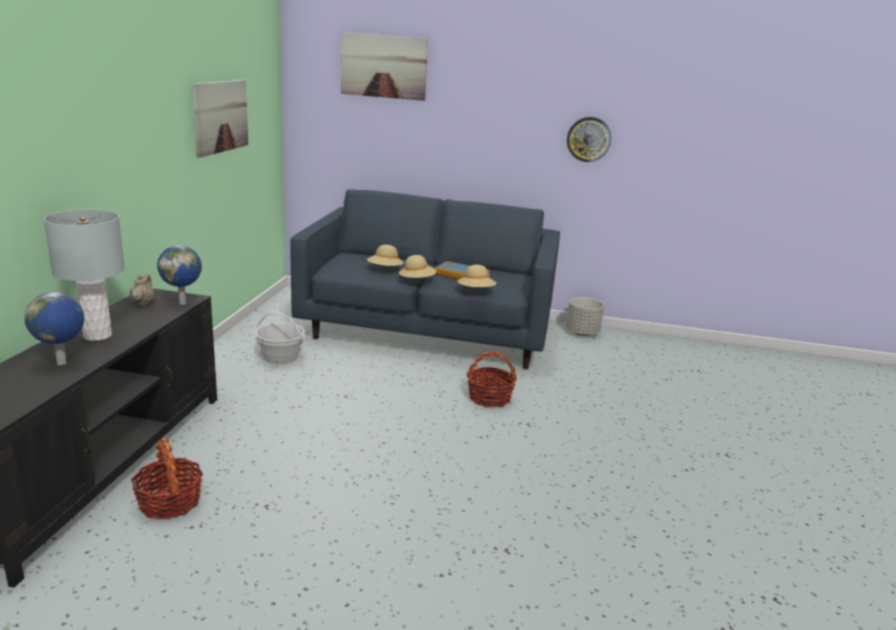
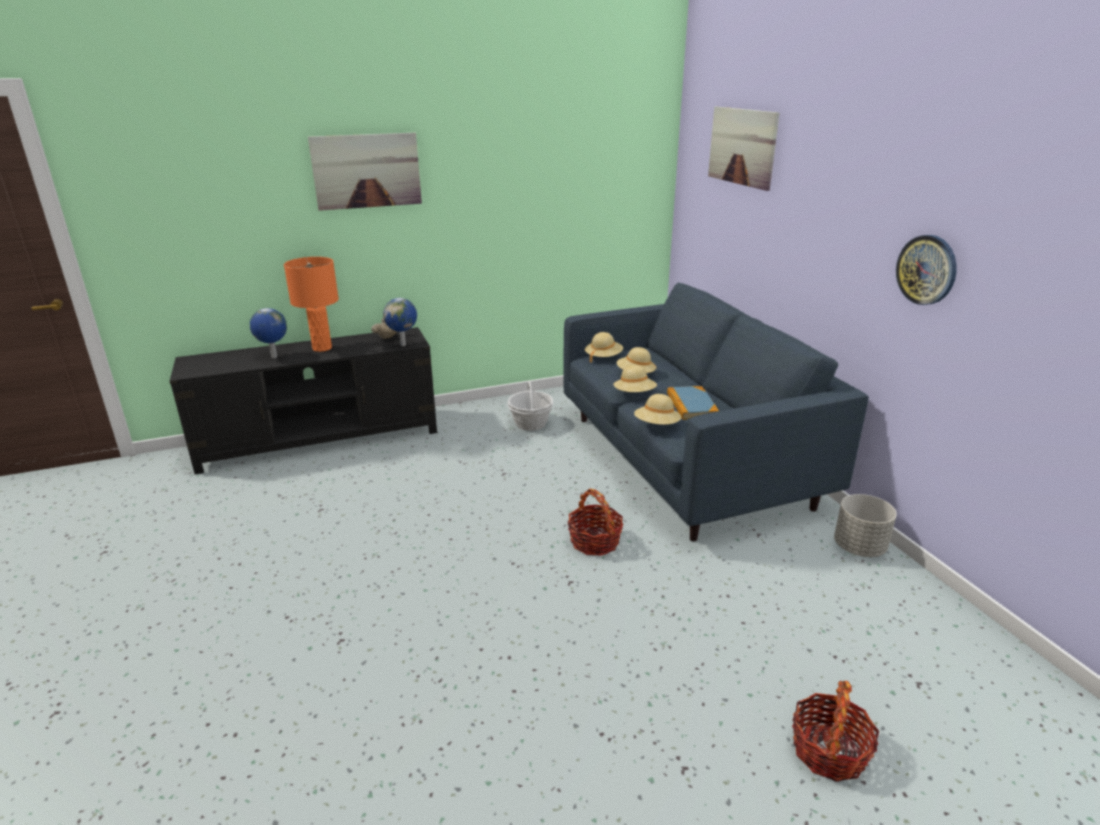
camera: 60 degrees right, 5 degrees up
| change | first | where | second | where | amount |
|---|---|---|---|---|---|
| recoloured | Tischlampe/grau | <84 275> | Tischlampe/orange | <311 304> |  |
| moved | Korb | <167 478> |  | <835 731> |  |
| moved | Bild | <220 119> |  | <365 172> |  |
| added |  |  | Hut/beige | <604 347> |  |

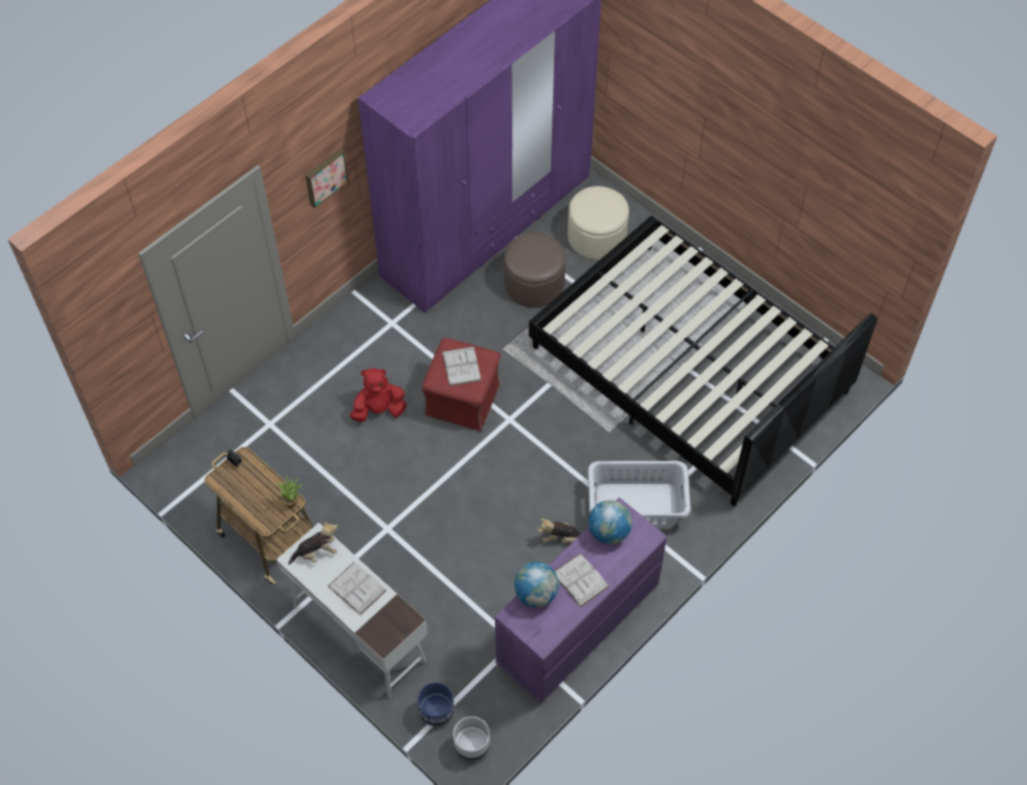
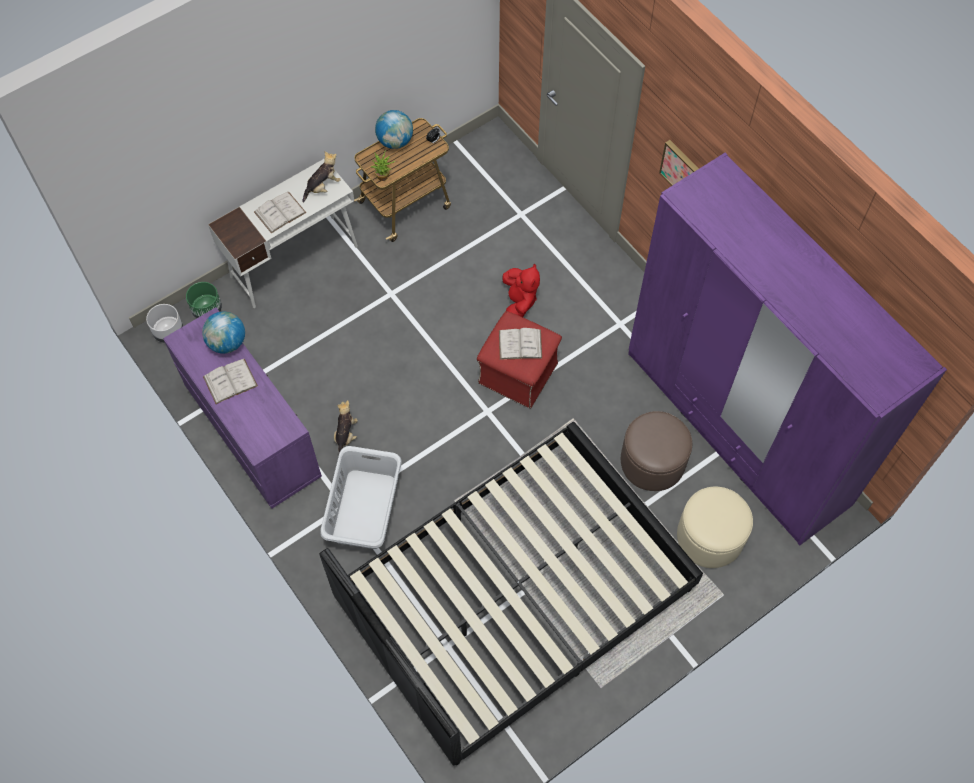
camera: 100 degrees right, 5 degrees up
| change | first | where | second | where | amount |
|---|---|---|---|---|---|
| turned | Plüschtier | <313 543> |  | <322 177> | 120 degrees counterclockwise |
| recoloured | Pflanzkübel/blau | <435 704> | Pflanzkübel/grün | <204 300> |  |
| moved | Globus | <610 522> |  | <394 129> |  |

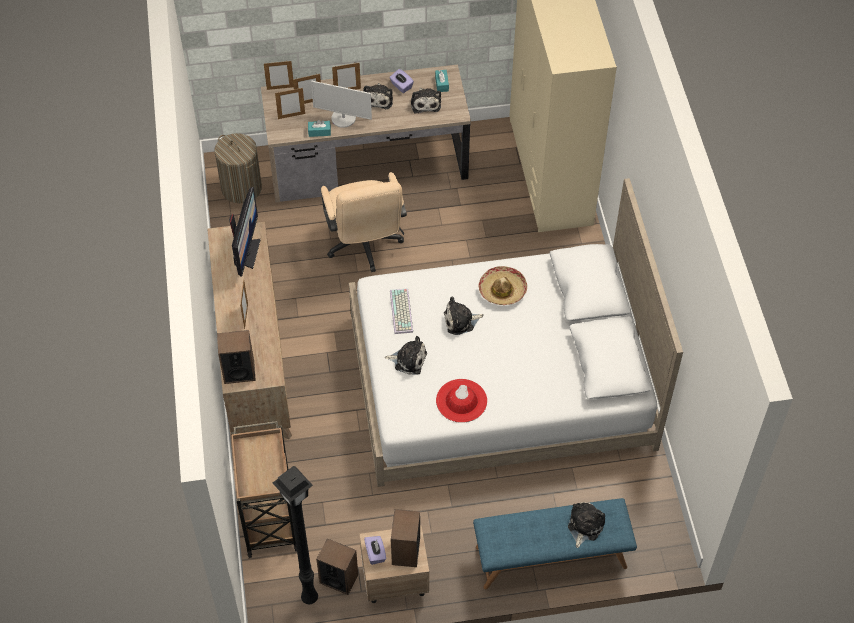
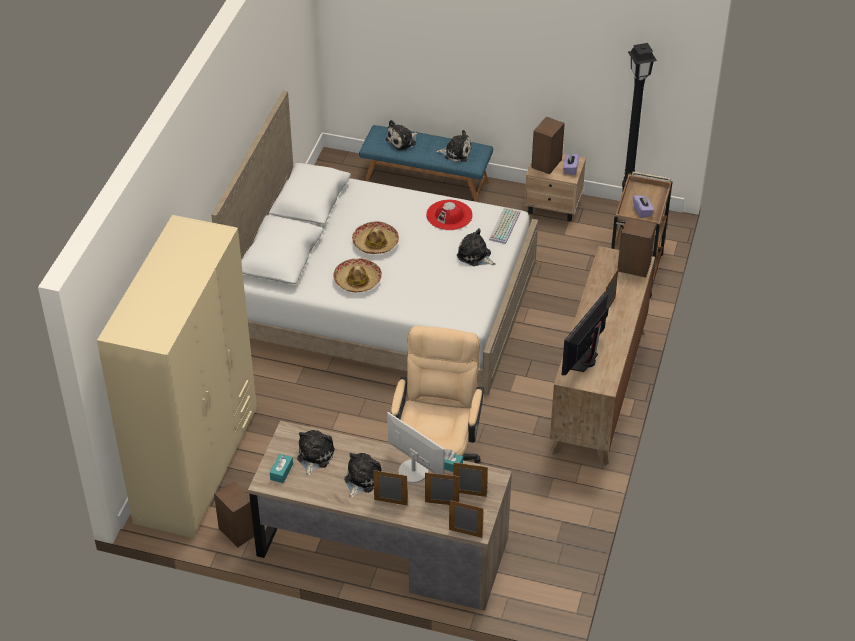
camera: 155 degrees left, 10 degrees down
| change | first | where | second | where | amount |
|---|---|---|---|---|---|
| removed | Wäschekorb | <238 168> |  |  |  |
| moved | Lautsprecher | <337 566> |  | <234 514> |  |
| moved | Taschentuchbox/lila | <401 81> |  | <643 206> |  |
| moved | Tastatur | <401 311> |  | <505 225> |  |
| moved | Plüschtier | <464 315> |  | <453 146> |  |
| added |  |  | Hut | <375 237> |  |

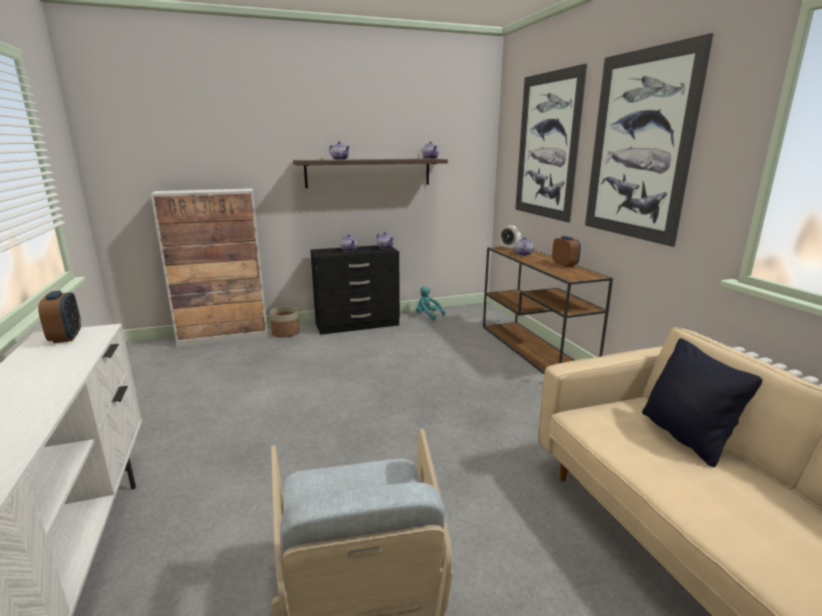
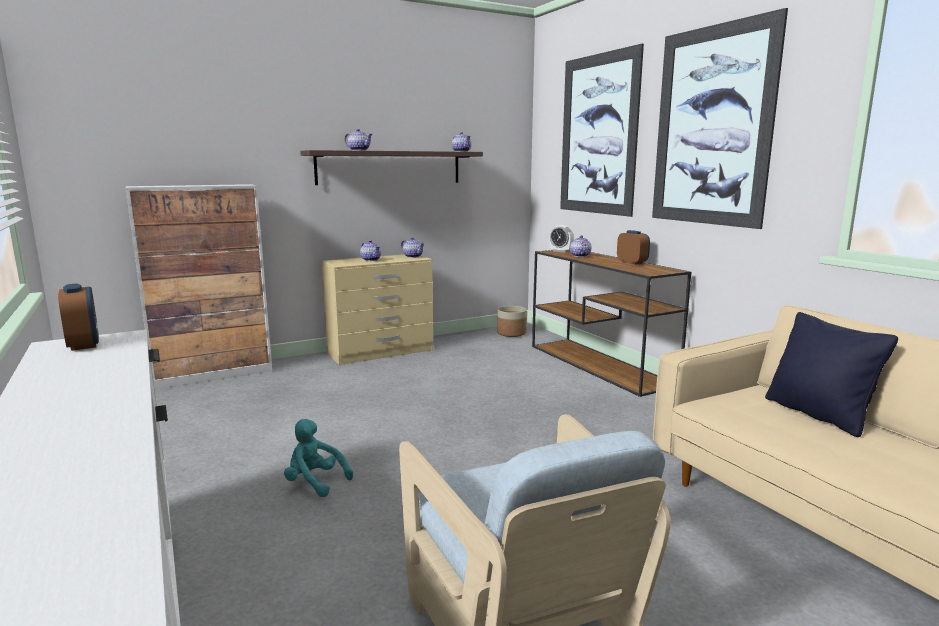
camera: 10 degrees left, 5 degrees down
| change | first | where | second | where | amount |
|---|---|---|---|---|---|
| moved | Pflanzkübel | <285 322> |  | <512 321> |  |
| recoloured | Kommode/schwarz | <355 290> | Kommode/beige | <377 309> |  |
| moved | Plüschtier/türkis | <430 303> |  | <318 458> |  |

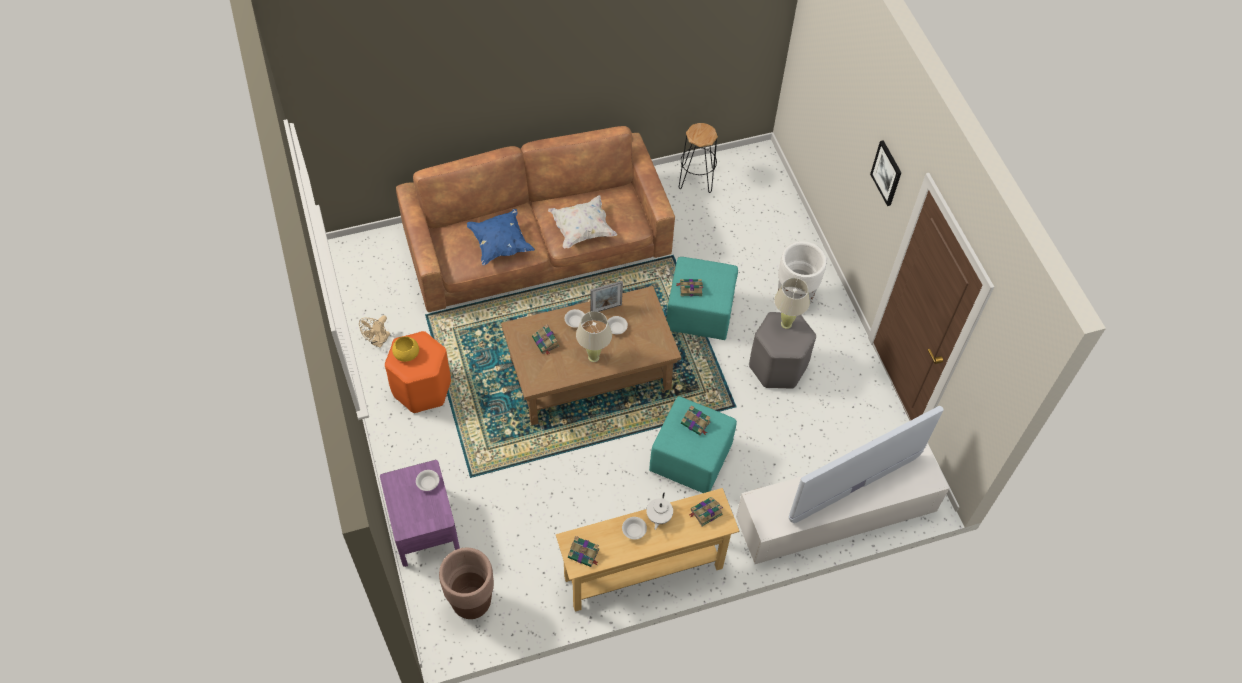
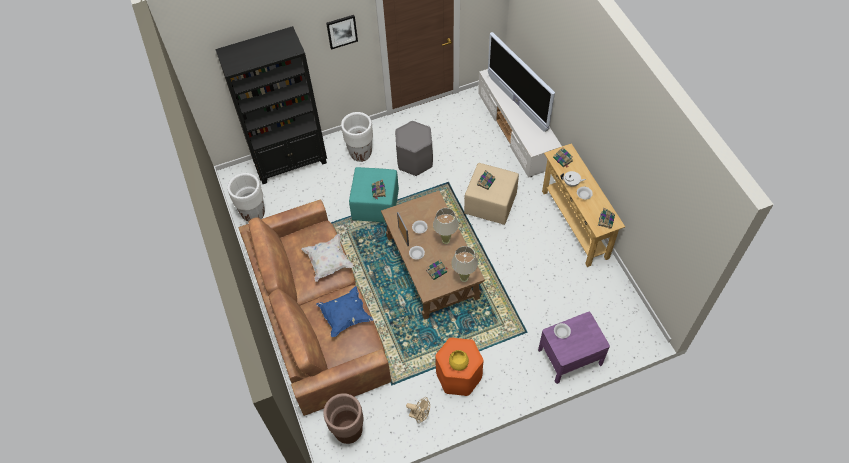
camera: 90 degrees left, 0 degrees up
| change | first | where | second | where | amount |
|---|---|---|---|---|---|
| moved | Pflanzkübel/braun | <466 583> |  | <343 418> |  |
| recoloured | Polsterhocker/türkis | <693 444> | Polsterhocker/beige | <491 194> |  |
| replaced | Hocker/schwarz | <698 158> | Pflanzkübel/weiß | <246 197> |  |
| moved | Tischlampe/beige | <792 303> |  | <464 264> |  |
| added |  |  | Bücherregal/schwarz | <271 105> |  |

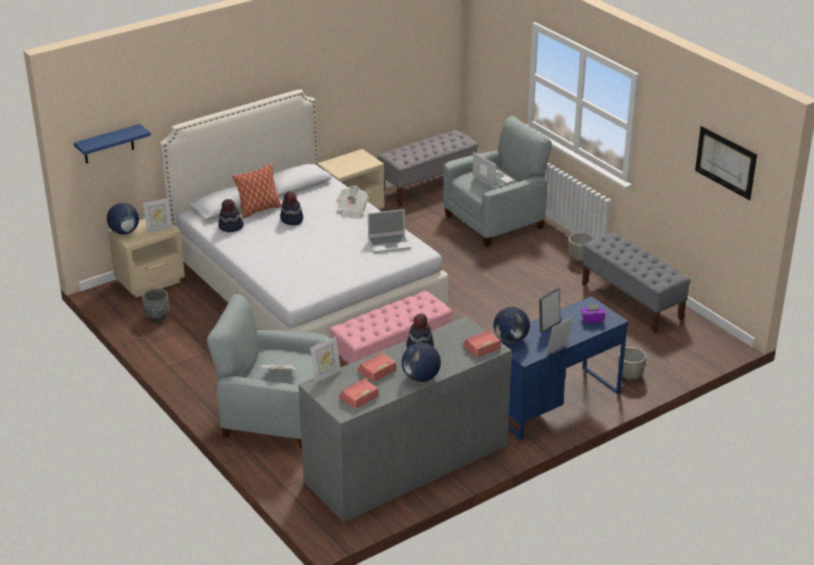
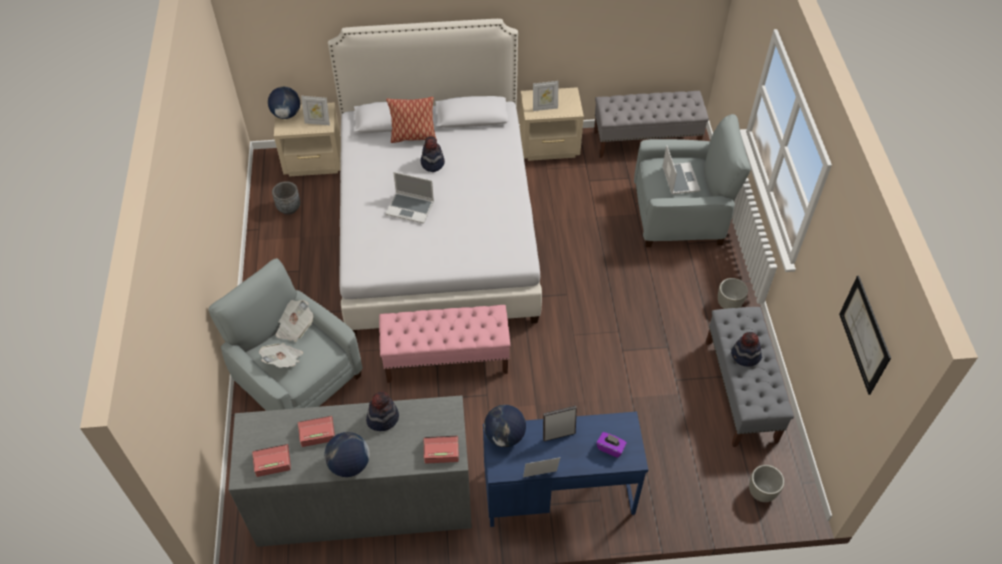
camera: 30 degrees right, 20 degrees up
| change | first | where | second | where | amount |
|---|---|---|---|---|---|
| removed | Wandregal/blau | <112 144> |  |  |  |
| moved | Hut | <231 215> |  | <746 349> |  |
| moved | Bilderrahmen | <325 359> |  | <546 96> |  |
| moved | Zeitung | <352 202> |  | <294 321> |  |
| moved | Laptop | <389 231> |  | <410 198> |  |
| moved | Pflanzkübel/grau | <632 363> |  | <766 483> |  |

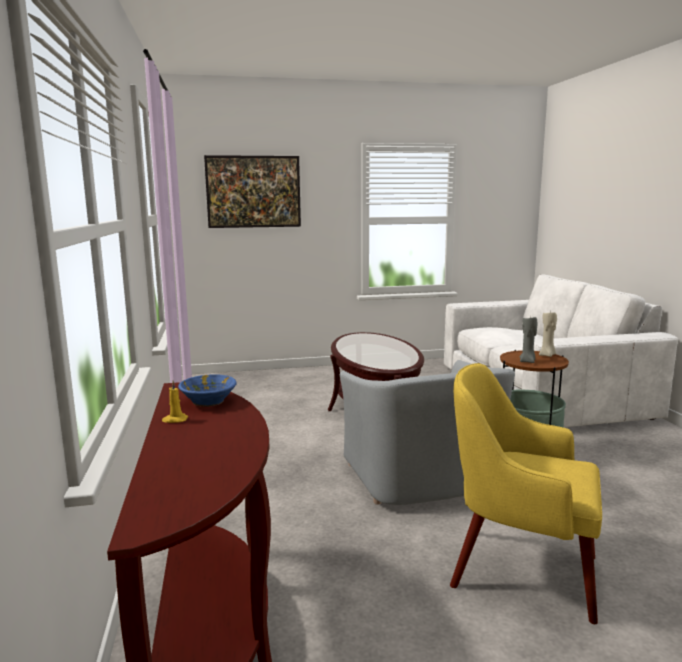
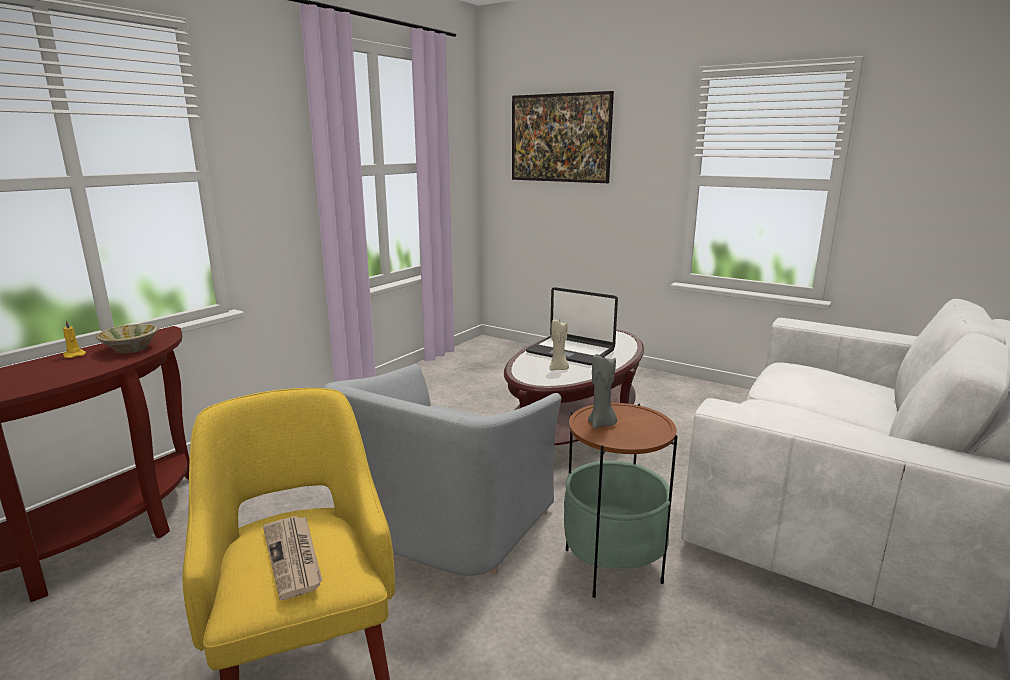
camera: 45 degrees right, 5 degrees up
| change | first | where | second | where | amount |
|---|---|---|---|---|---|
| recoloured | Schüssel/blau | <207 390> | Schüssel/beige | <127 338> |  |
| moved | Kerze/beige | <548 334> |  | <559 345> |  |
| added |  |  | Zeitung | <293 558> |  |
| added |  |  | Laptop | <572 326> |  |

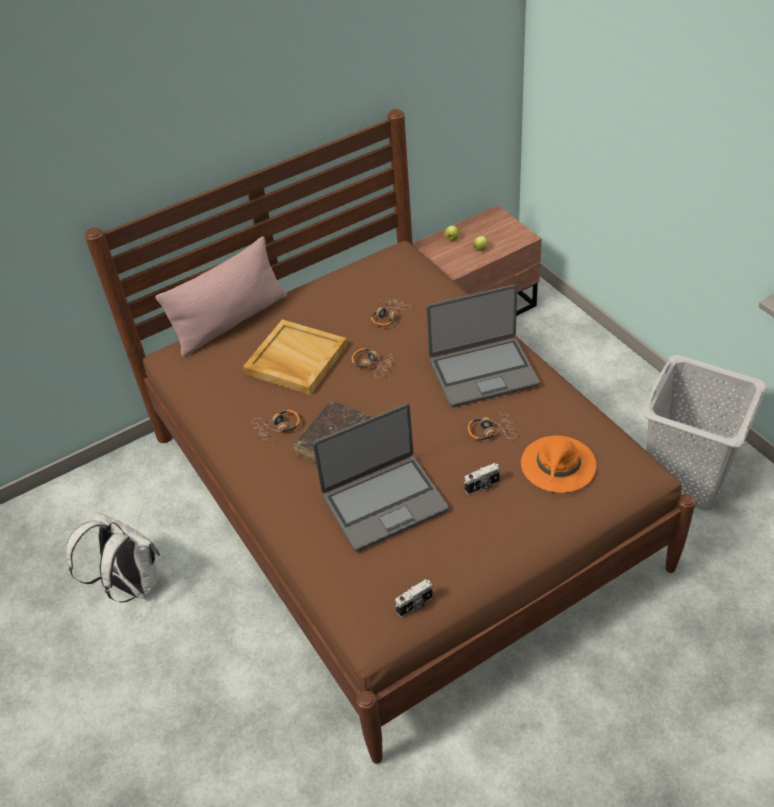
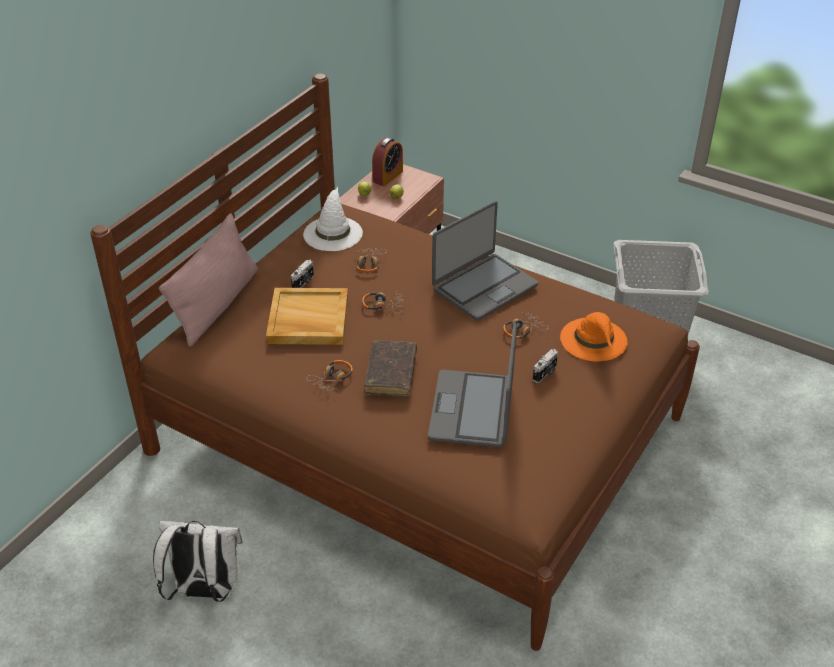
camera: 30 degrees left, 5 degrees down
| change | first | where | second | where | amount |
|---|---|---|---|---|---|
| turned | Laptop | <381 478> |  | <472 384> | 150 degrees clockwise |
| moved | Kamera | <414 598> |  | <302 274> |  |
| added |  |  | Hut/weiß | <333 218> |  |
| added |  |  | Wecker | <387 162> |  |

